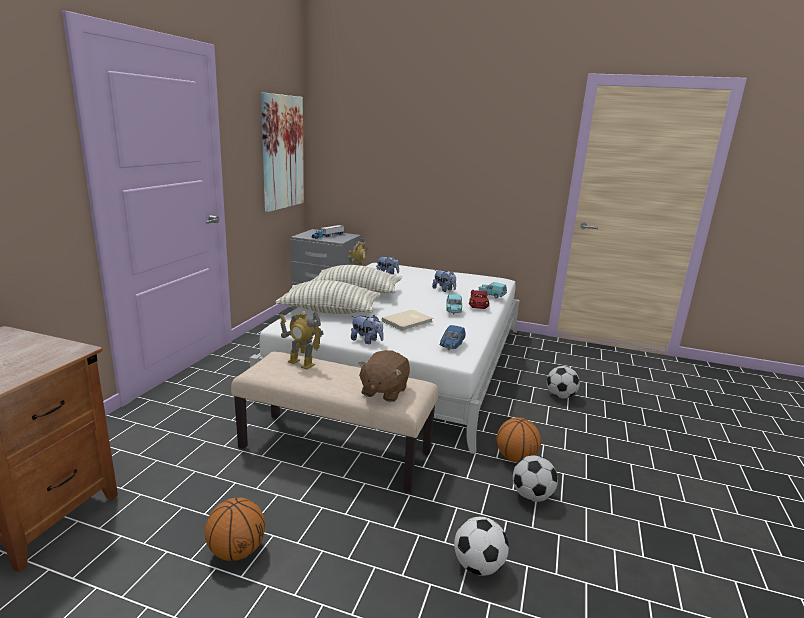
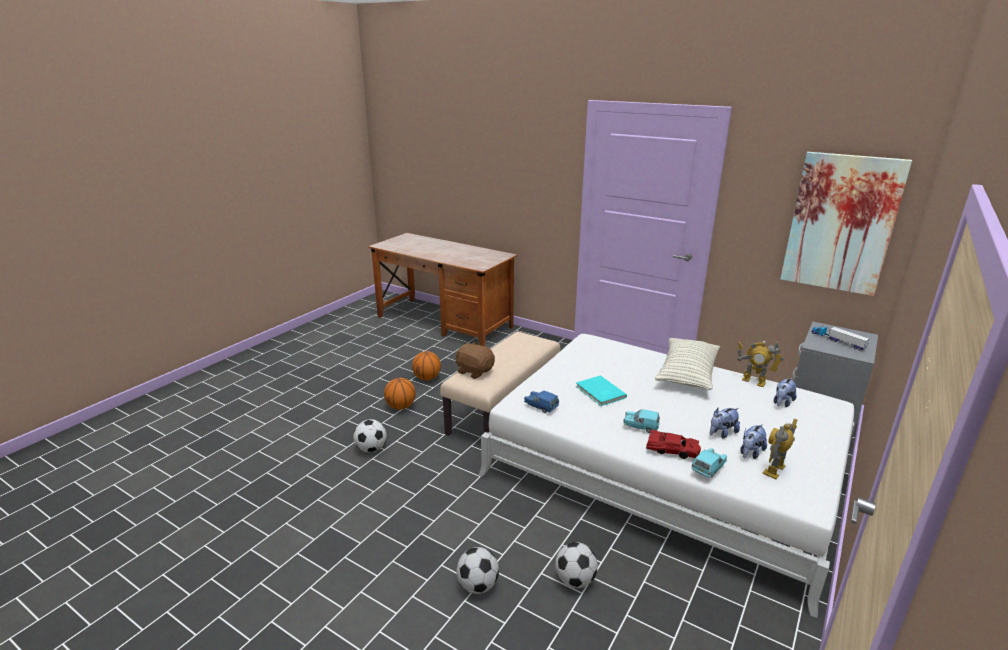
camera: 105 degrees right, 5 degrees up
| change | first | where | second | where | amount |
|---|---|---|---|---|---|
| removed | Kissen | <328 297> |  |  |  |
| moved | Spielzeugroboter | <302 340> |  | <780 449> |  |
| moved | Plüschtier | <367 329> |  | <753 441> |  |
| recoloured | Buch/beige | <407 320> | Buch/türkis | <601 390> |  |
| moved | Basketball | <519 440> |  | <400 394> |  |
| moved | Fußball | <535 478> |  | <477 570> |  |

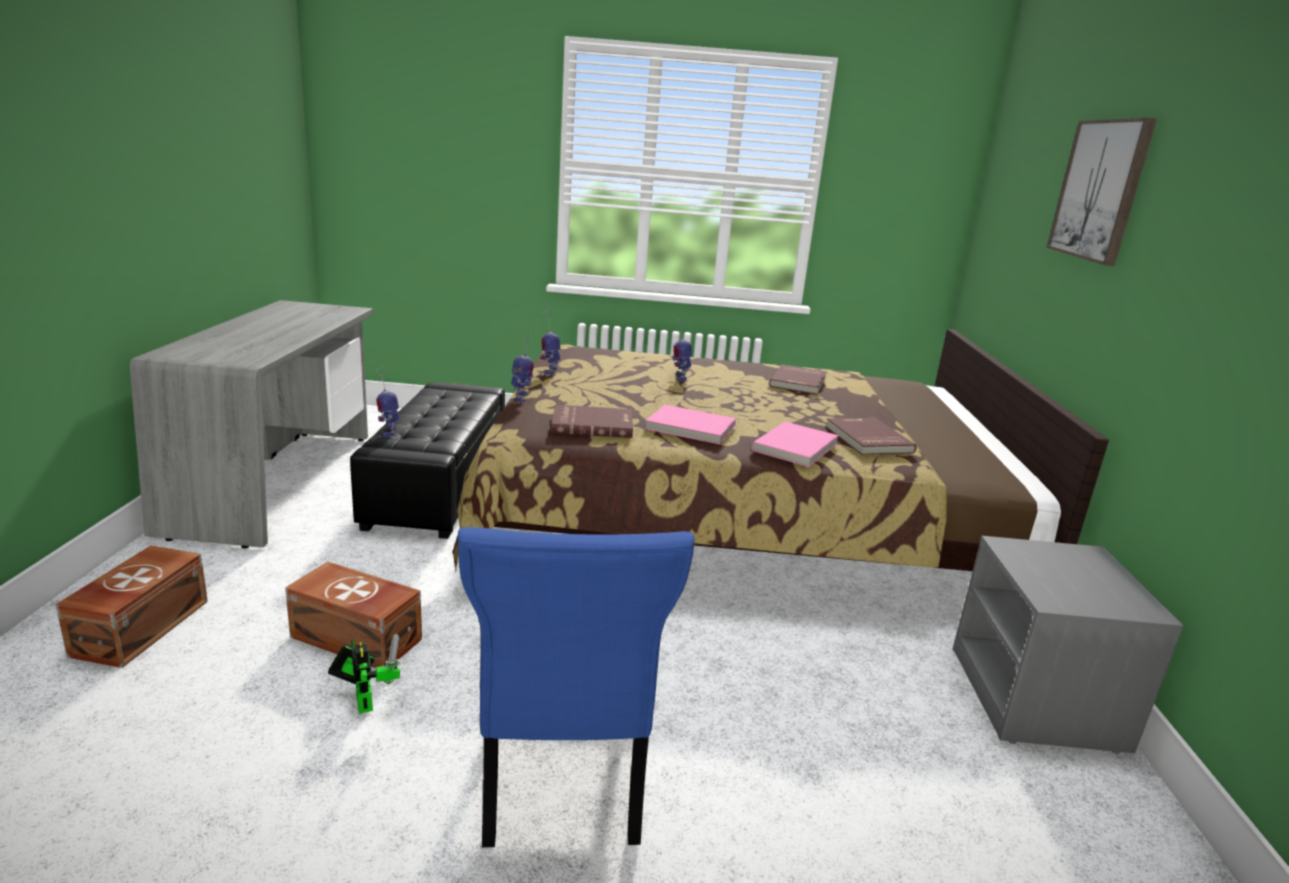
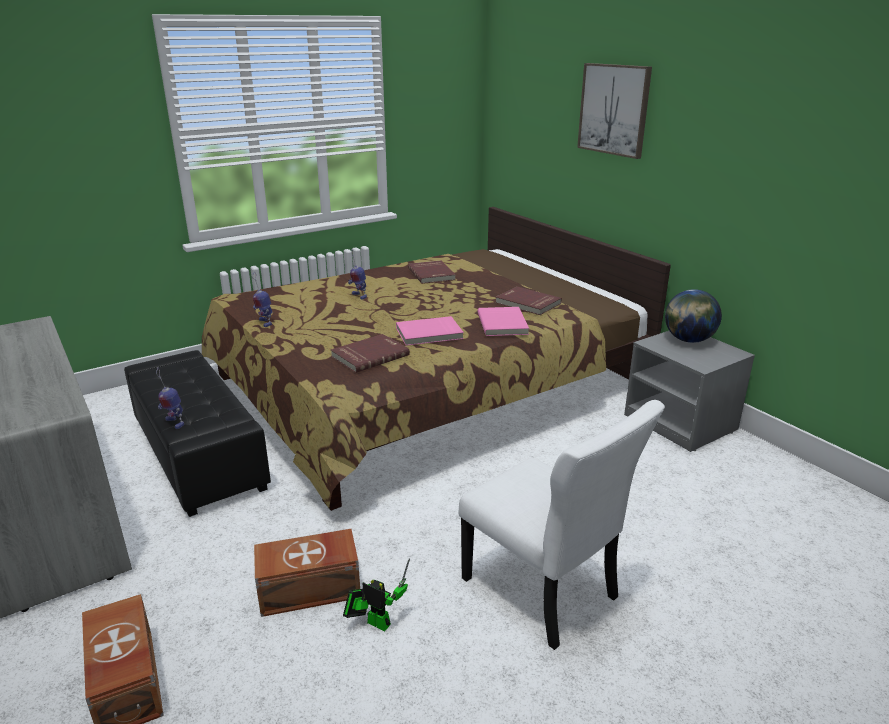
camera: 35 degrees left, 5 degrees up
| change | first | where | second | where | amount |
|---|---|---|---|---|---|
| recoloured | Stuhl/blau | <576 687> | Stuhl/weiß | <562 525> |  |
| removed | Spielzeugroboter | <522 367> |  |  |  |
| added |  |  | Globus | <693 316> |  |

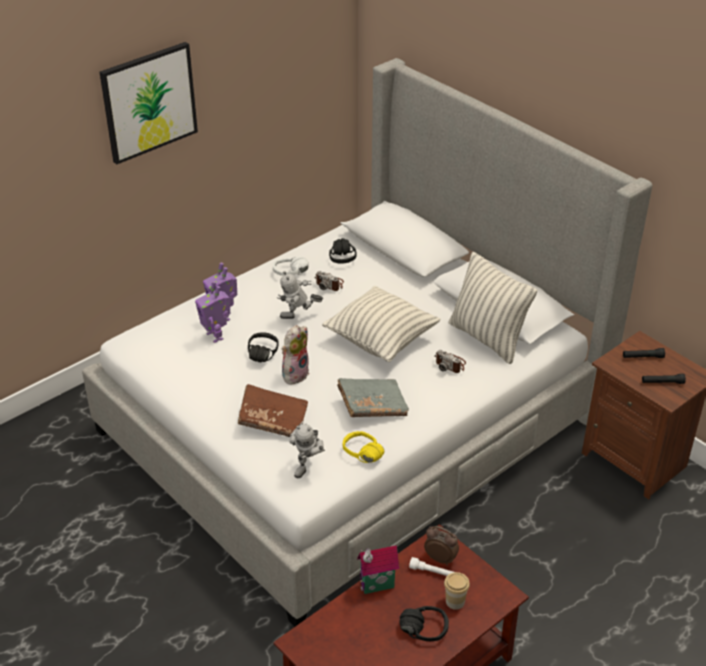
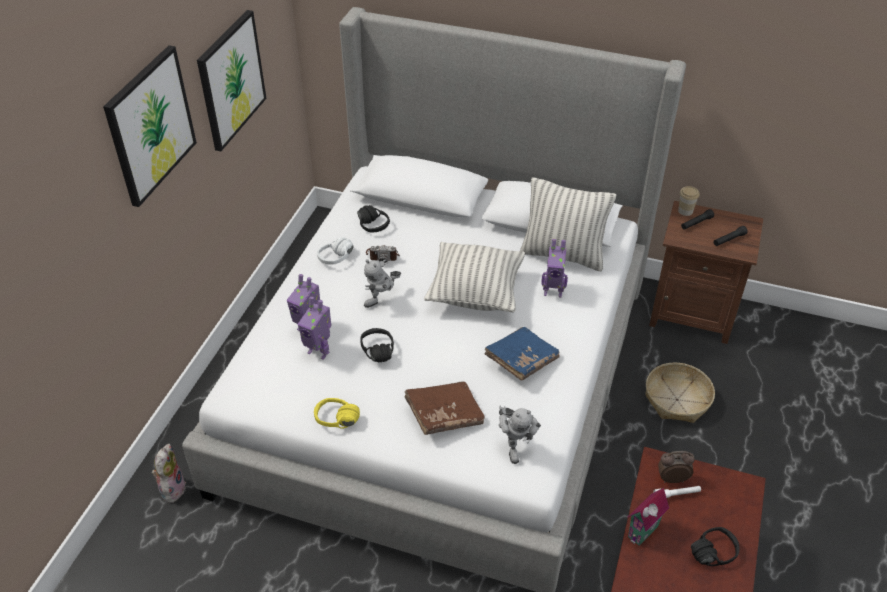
camera: 30 degrees left, 5 degrees up
| change | first | where | second | where | amount |
|---|---|---|---|---|---|
| moved | Plüschtier | <295 355> |  | <169 473> |  |
| recoloured | Buch/grau | <373 397> | Buch/blau | <522 353> |  |
| moved | Kopfhörer/gelb | <363 447> |  | <337 413> |  |
| replaced | Kamera | <450 361> | Spielzeugroboter | <554 268> |  |
| moved | Tasse | <457 591> |  | <688 201> |  |
| added |  |  | Bild | <232 80> |  |
| added |  |  | Korb | <680 393> |  |

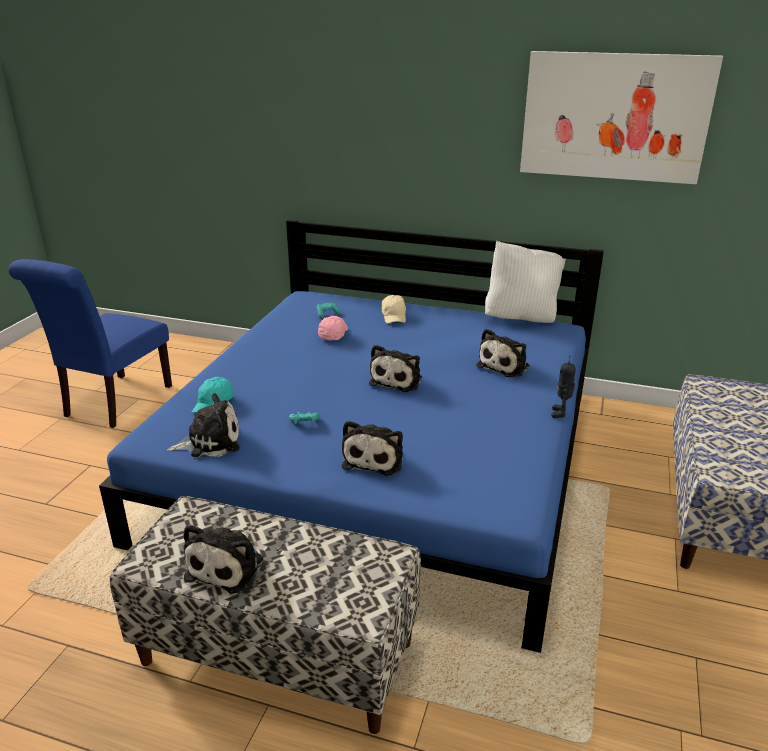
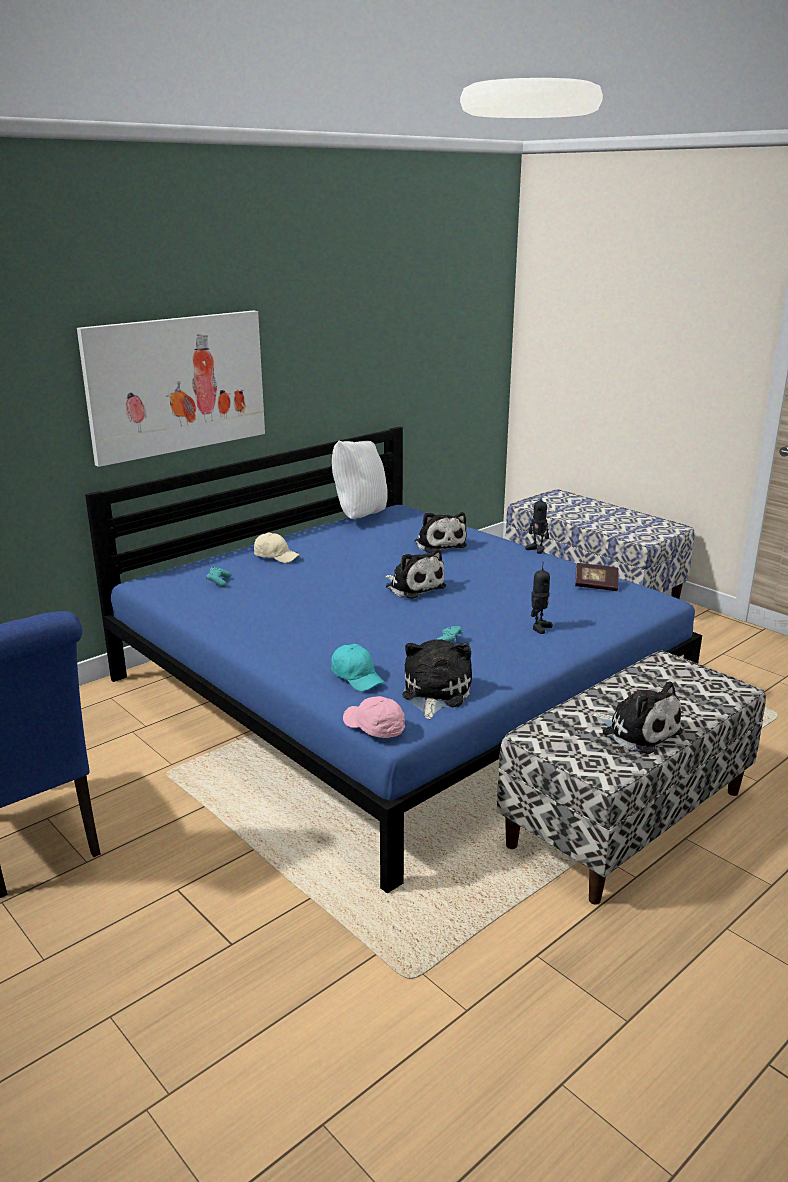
camera: 60 degrees left, 5 degrees down
| change | first | where | second | where | amount |
|---|---|---|---|---|---|
| moved | Kappe/rosa | <333 328> |  | <374 717> |  |
| replaced | Plüschtier | <372 448> | Spielzeugroboter | <542 598> |  |
| moved | Bild | <621 117> |  | <171 388> |  |
| added |  |  | Buch | <597 577> |  |

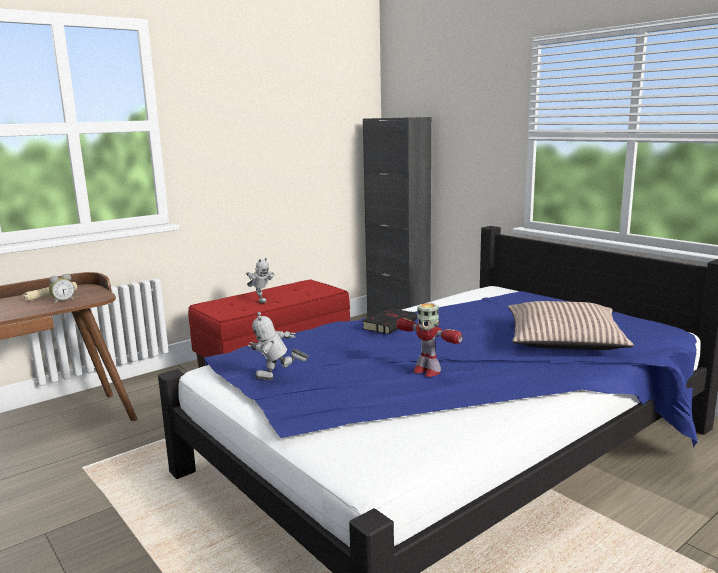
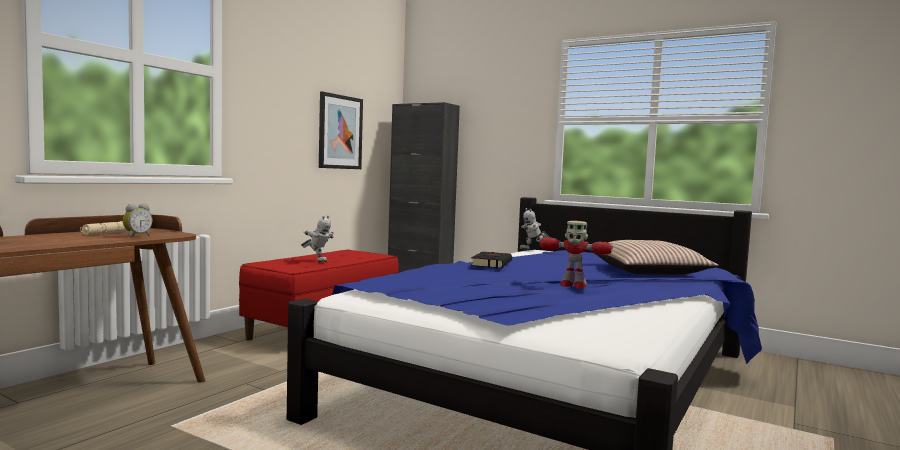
camera: 20 degrees left, 10 degrees down
| change | first | where | second | where | amount |
|---|---|---|---|---|---|
| moved | Spielzeugroboter | <278 346> |  | <534 229> |  |
| added |  |  | Bild | <341 130> |  |

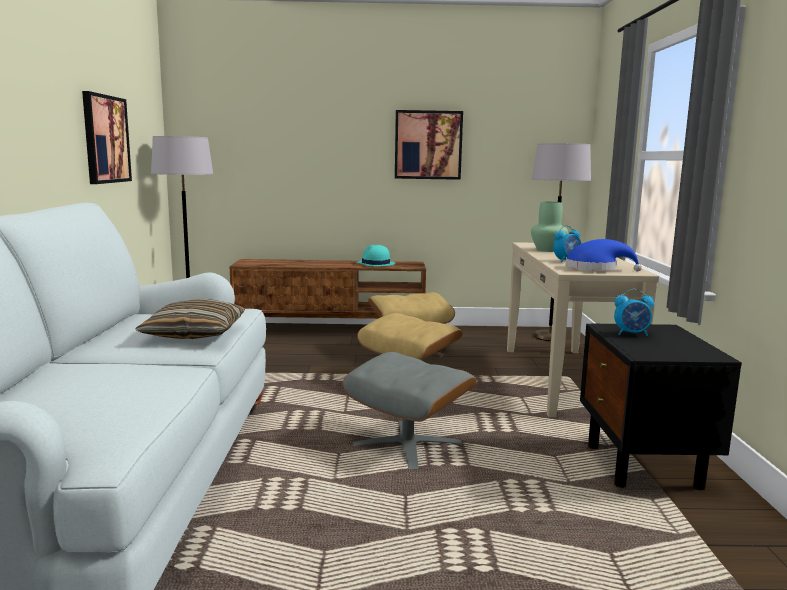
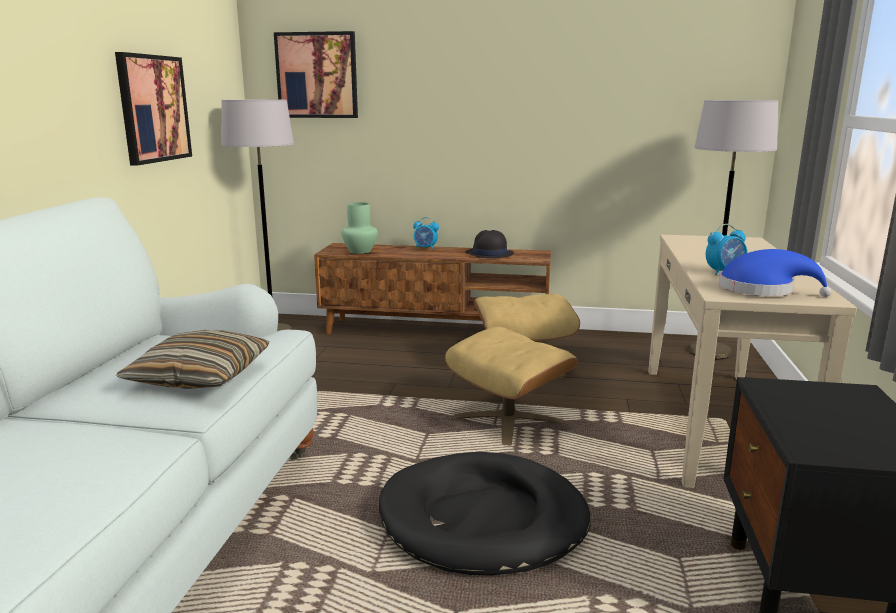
camera: 10 degrees right, 5 degrees up
| change | first | where | second | where | amount |
|---|---|---|---|---|---|
| replaced | Polsterhocker/grau | <410 410> | Hundebett/schwarz | <485 513> |  |
| recoloured | Hut/türkis | <376 255> | Hut/schwarz | <489 244> |  |
| moved | Bild | <429 145> |  | <316 74> |  |
| moved | Vase/grün | <549 227> |  | <359 228> |  |
| moved | Wecker | <634 312> |  | <426 233> |  |

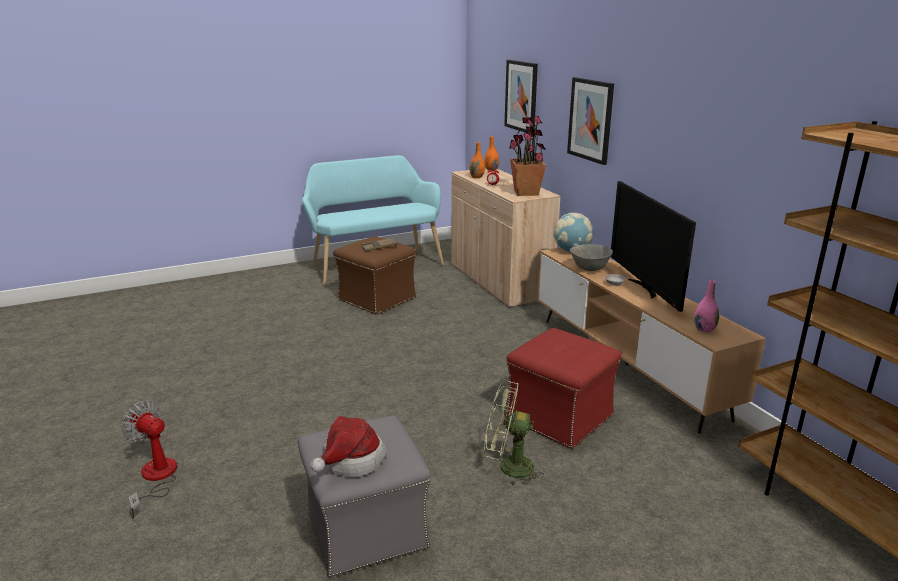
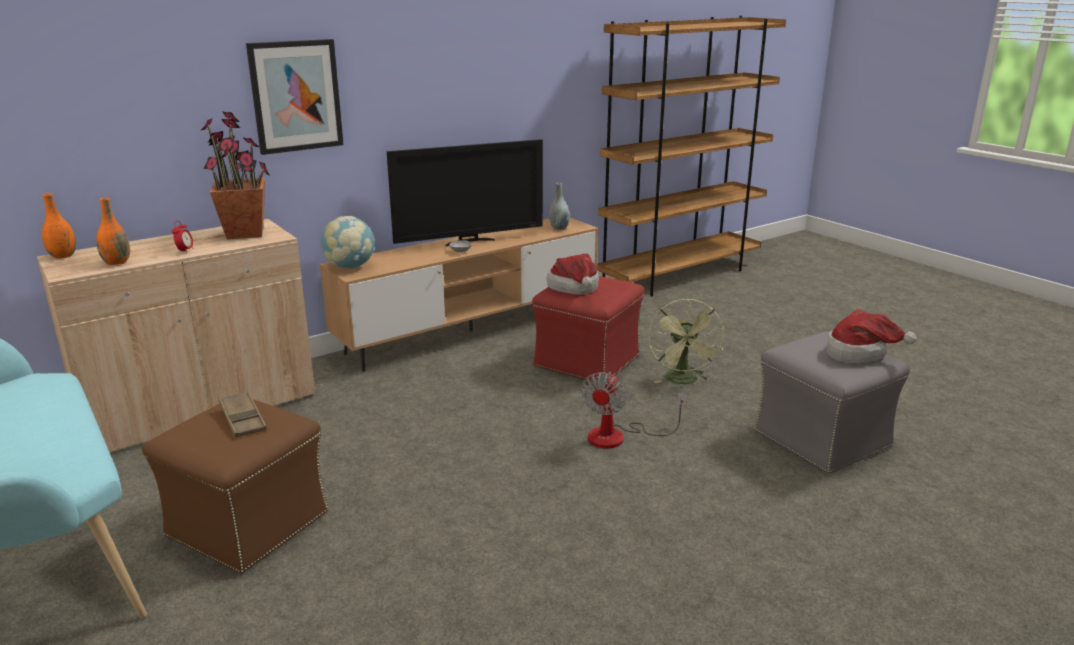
camera: 100 degrees left, 0 degrees up
| change | first | where | second | where | amount |
|---|---|---|---|---|---|
| moved | Ventilator | <149 459> |  | <634 410> |  |
| removed | Bild | <521 96> |  |  |  |
| removed | Schüssel/grau | <591 257> |  |  |  |
| recoloured | Vase/rosa | <706 306> | Vase/grau | <559 206> |  |
| added |  |  | Hut | <573 274> |  |

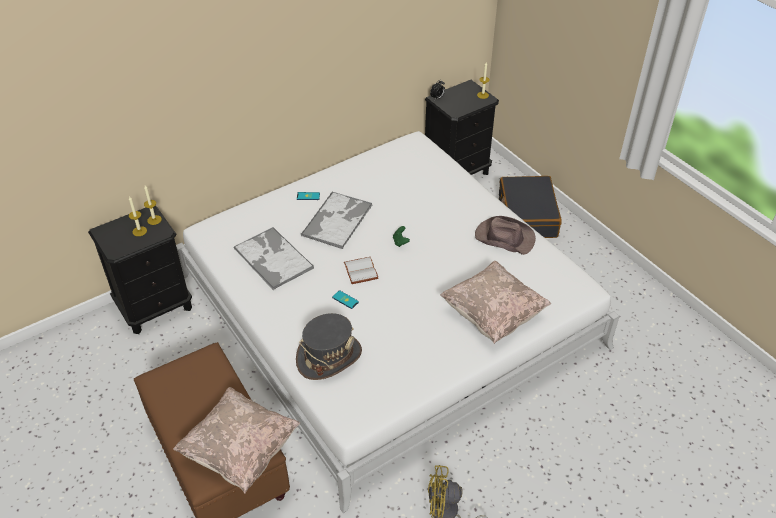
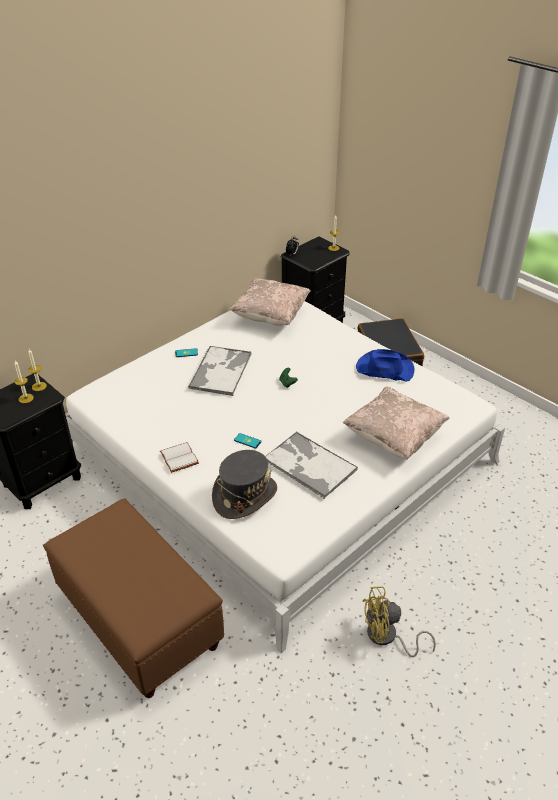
camera: 10 degrees left, 5 degrees down
| change | first | where | second | where | amount |
|---|---|---|---|---|---|
| moved | Kissen/beige | <236 440> |  | <270 302> |  |
| moved | Tablett | <274 259> |  | <311 465> |  |
| moved | Buch/weiß | <361 270> |  | <179 457> |  |
| recoloured | Hut/braun | <505 235> | Hut/blau | <385 365> |  |

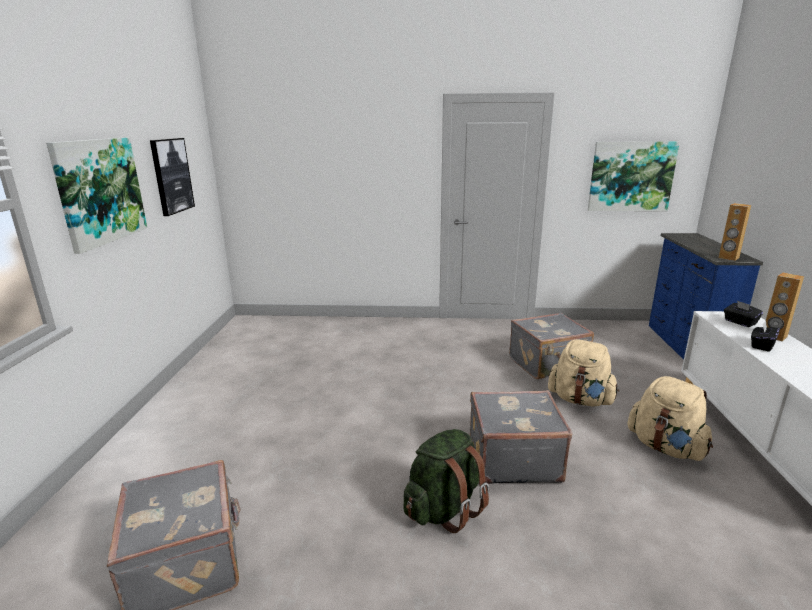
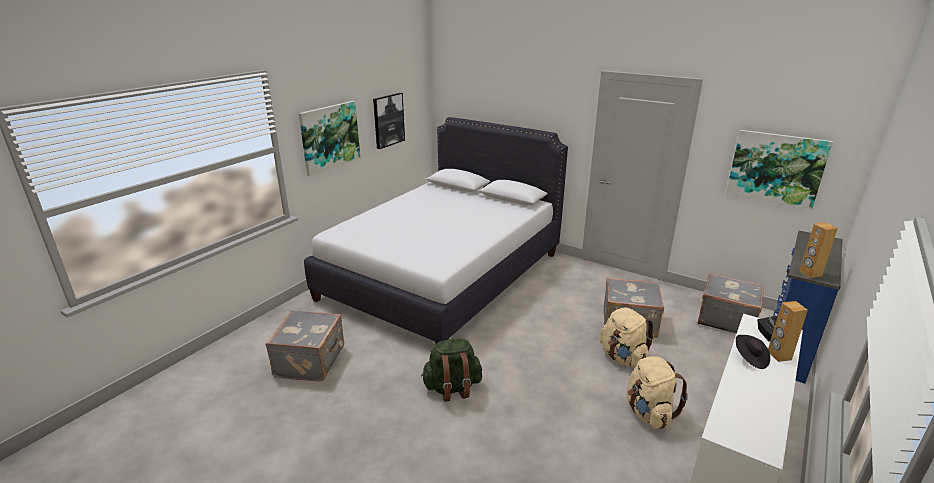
camera: 30 degrees right, 5 degrees up
| change | first | where | second | where | amount |
|---|---|---|---|---|---|
| moved | Koffer/grau | <521 437> |  | <730 303> |  |
| replaced | Taschentuchbox/schwarz | <765 336> | Hut/schwarz | <753 352> |  |
| added |  |  | Bett/weiß | <436 230> |  |

